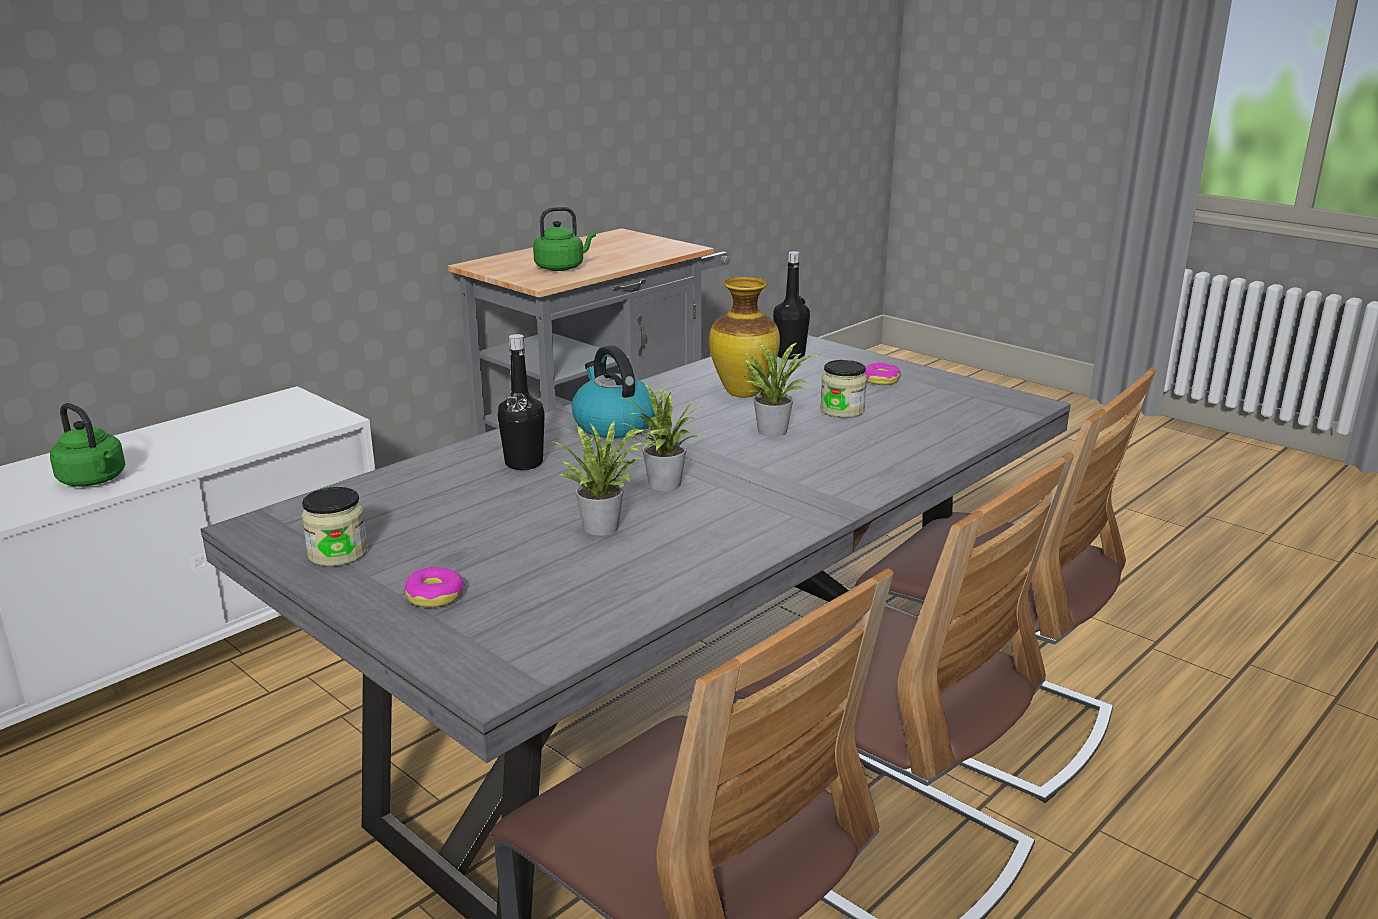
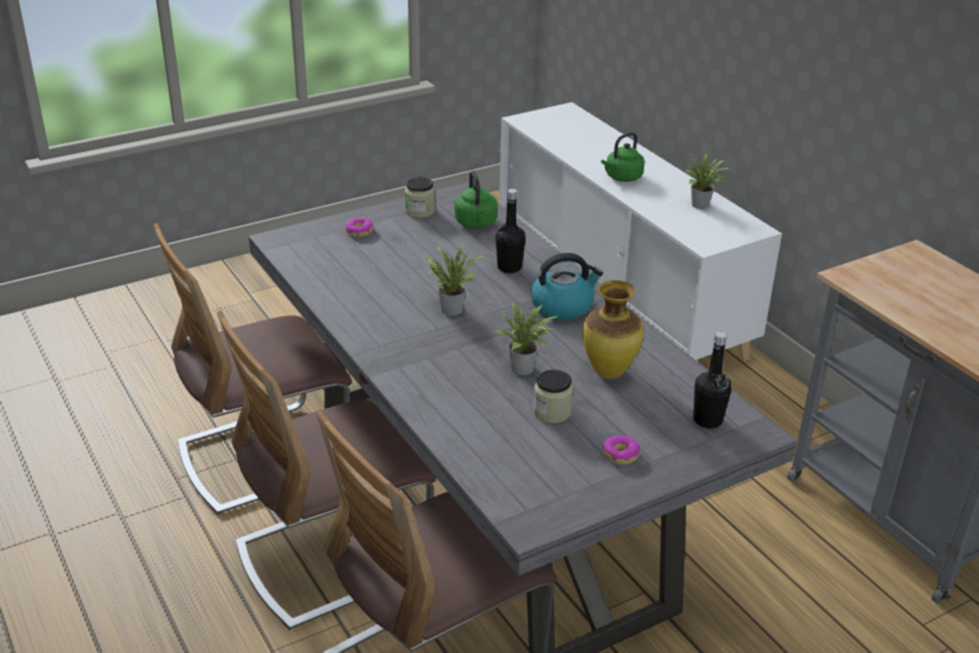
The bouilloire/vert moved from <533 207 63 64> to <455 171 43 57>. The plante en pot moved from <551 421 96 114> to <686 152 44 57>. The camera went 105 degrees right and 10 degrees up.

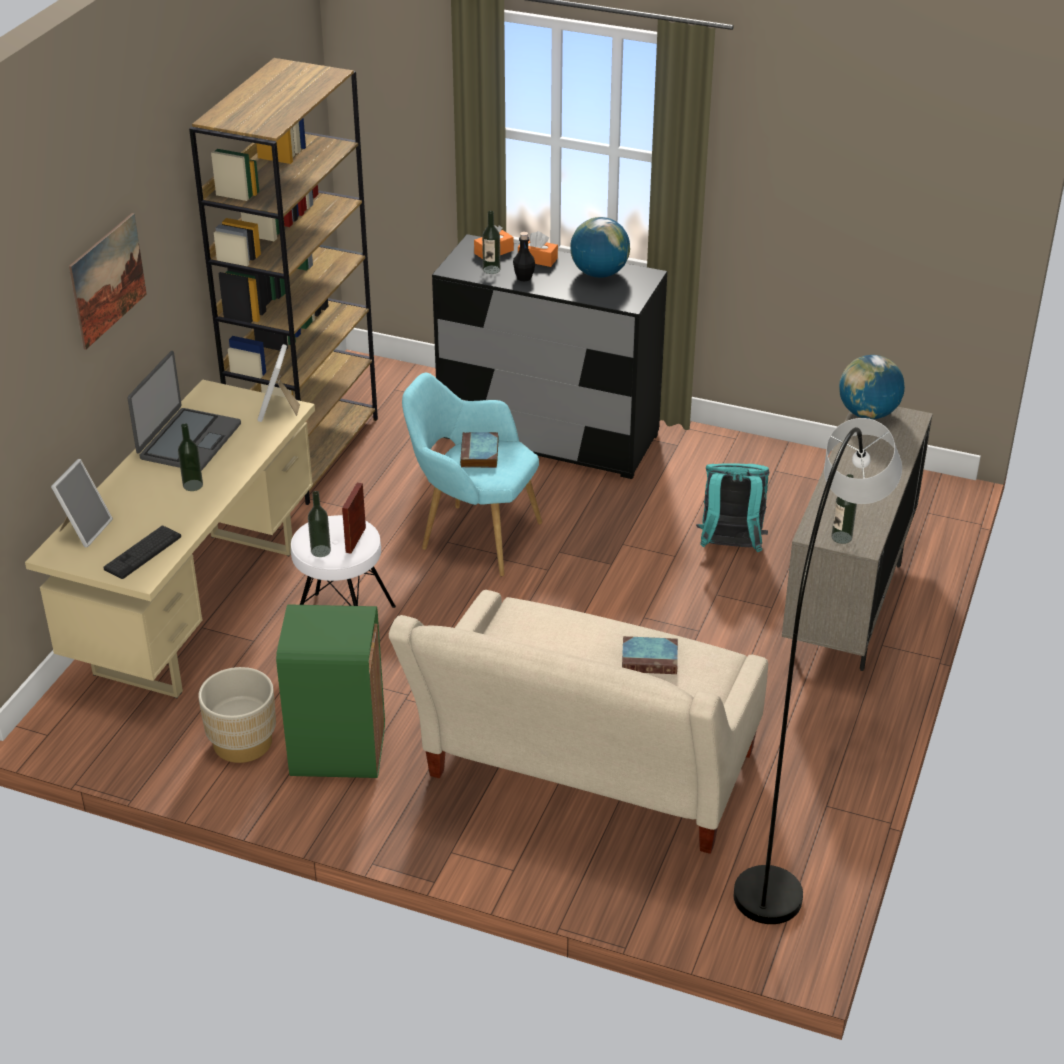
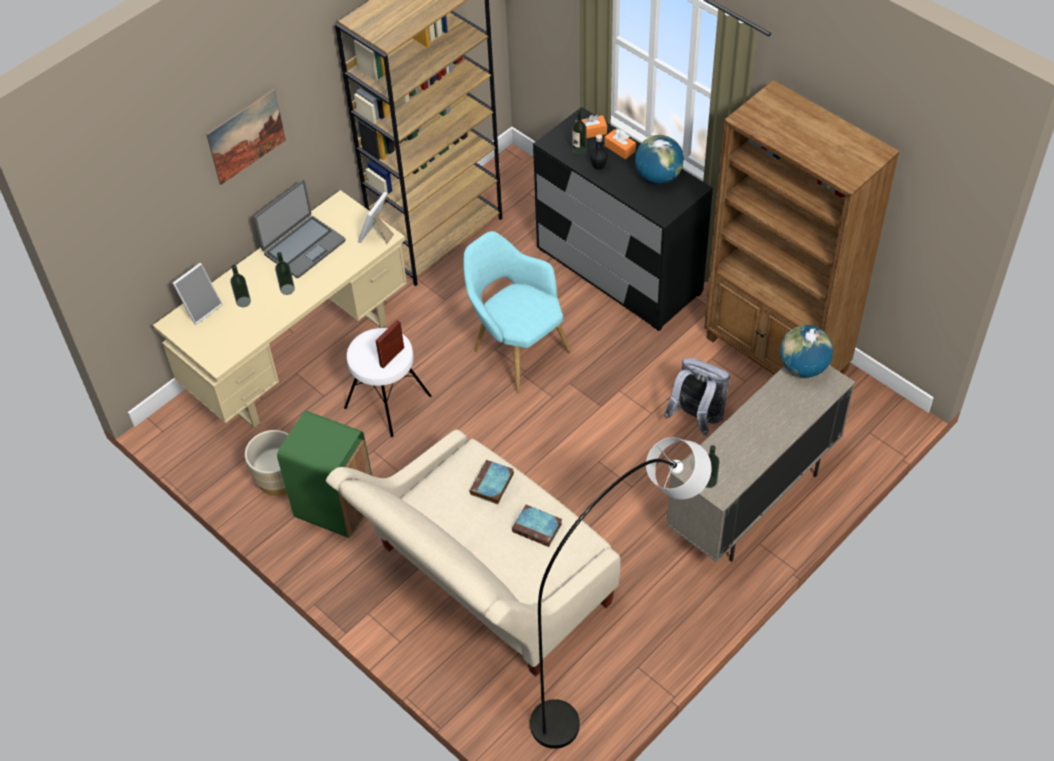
The clavier at <104 525 77 54> disappeared. The bibliothèque/marron at <704 80 196 295> appeared. The bouteille moved from <308 491 23 66> to <231 265 20 42>. The livre moved from <460 432 39 36> to <470 460 44 44>. The sac à dos/turquoise at <696 463 73 89> became the sac à dos/gris at <664 358 66 78>. The camera went 25 degrees right and 15 degrees up.

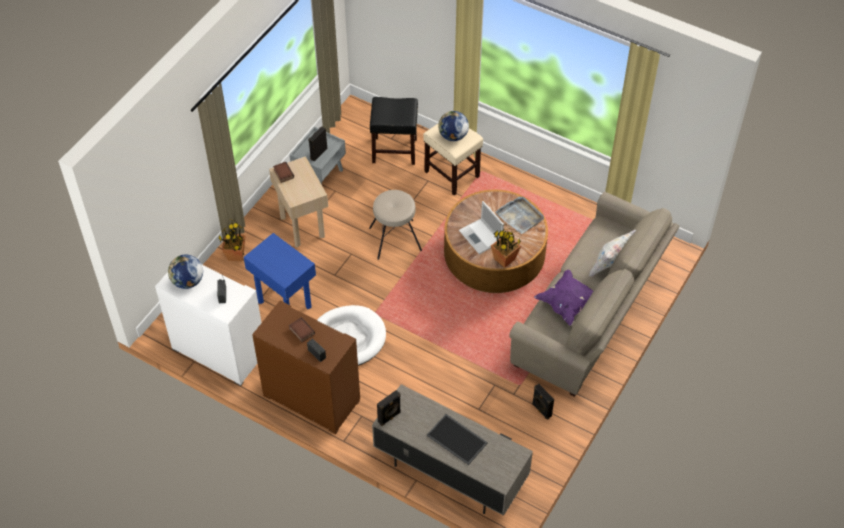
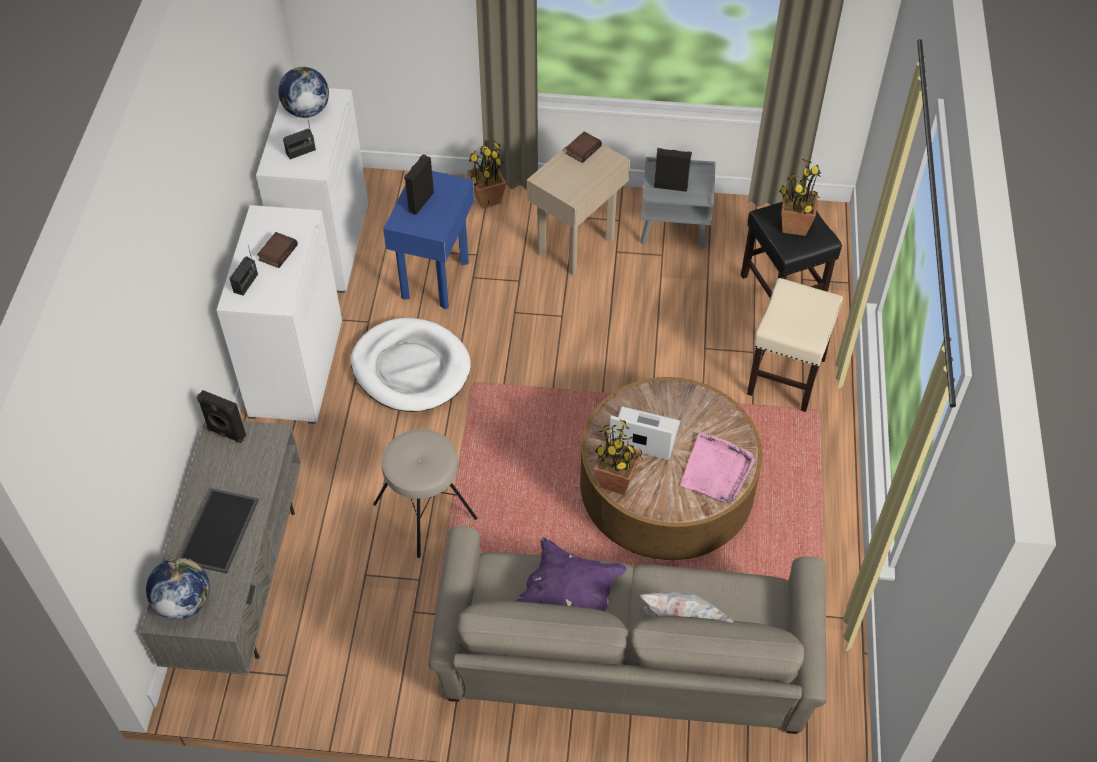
The plante en pot at <779 159 42 77> appeared. The tabouret/beige moved from <369 190 53 70> to <373 429 104 129>. The globe moved from <438 111 31 30> to <146 557 64 63>. The enceinte/noir moved from <532 384 22 36> to <404 154 30 61>. The meuble de rangement/marron at <252 301 108 133> became the meuble de rangement/blanc at <217 205 125 219>. The plateau/gris at <496 196 48 38> became the plateau/rose at <681 432 74 71>. The ordinateur portable at <459 201 45 53> turned 75 degrees clockwise. The camera went 65 degrees right and 0 degrees up.

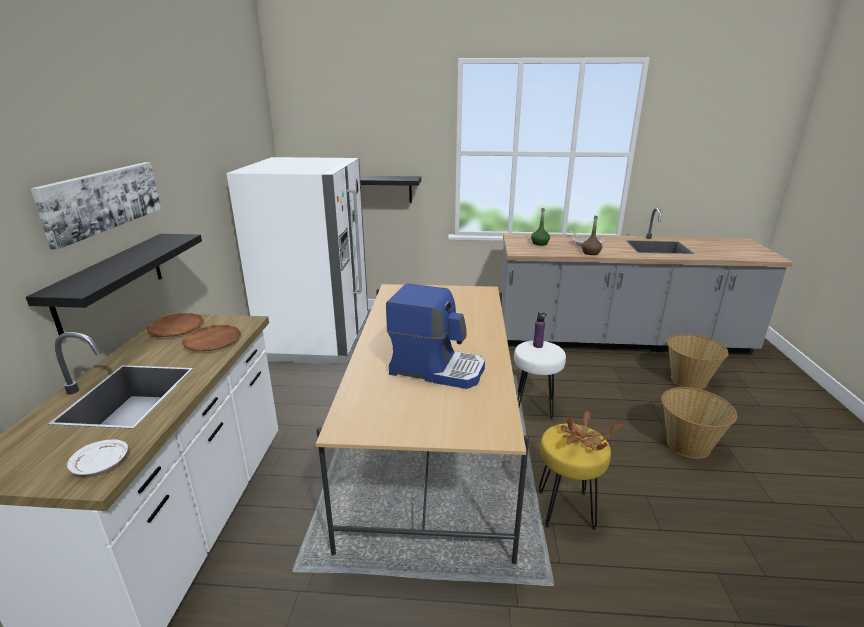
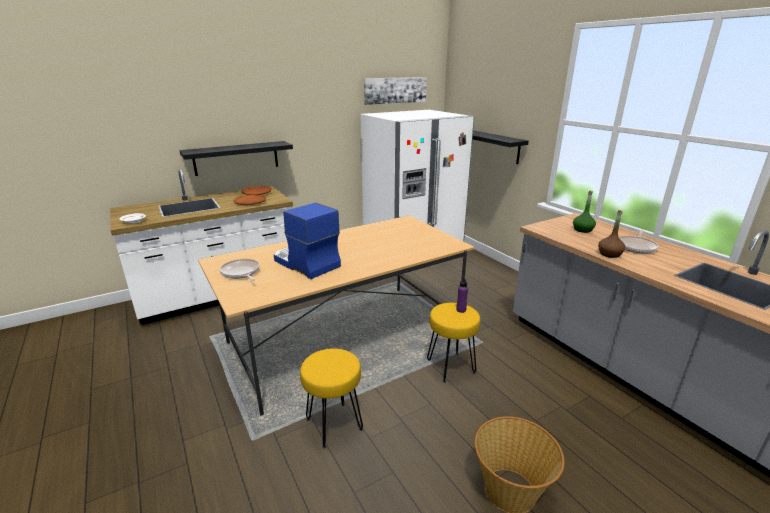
The plante en pot at <560 411 63 40> disappeared. The panier at <667 334 62 55> disappeared. The poêle at <220 259 40 22> appeared. The tableau moved from <30 162 131 88> to <364 77 63 28>. The tabouret/blanc at <514 341 52 78> became the tabouret/jaune at <427 303 53 80>. The machine à café at <386 283 99 106> turned 150 degrees clockwise. The camera went 55 degrees right and 0 degrees up.

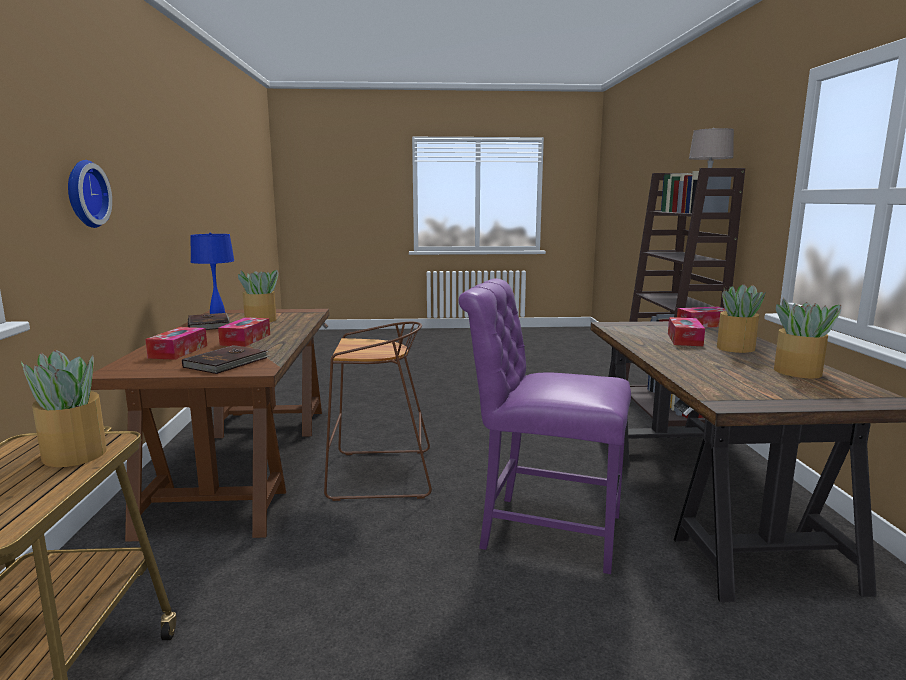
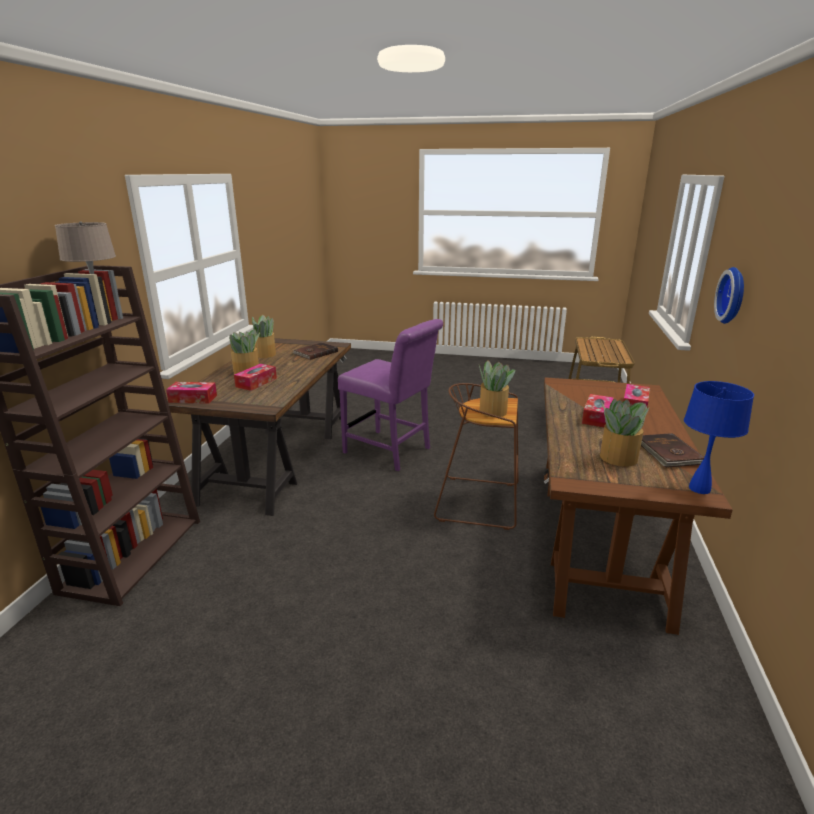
The plante en pot moved from <21 350 86 117> to <479 361 36 56>. The livre/marron moved from <182 345 87 29> to <292 342 46 18>. The camera went 165 degrees left and 10 degrees up.

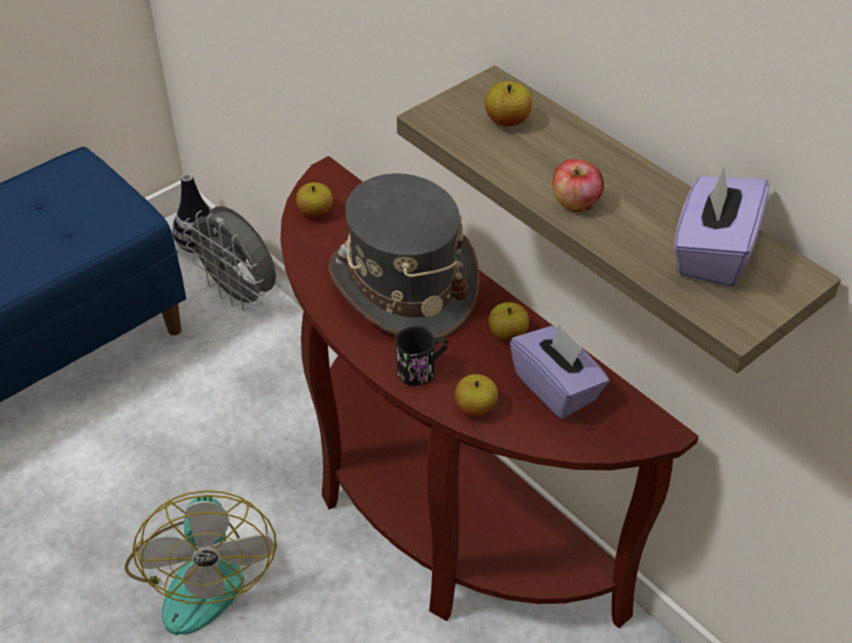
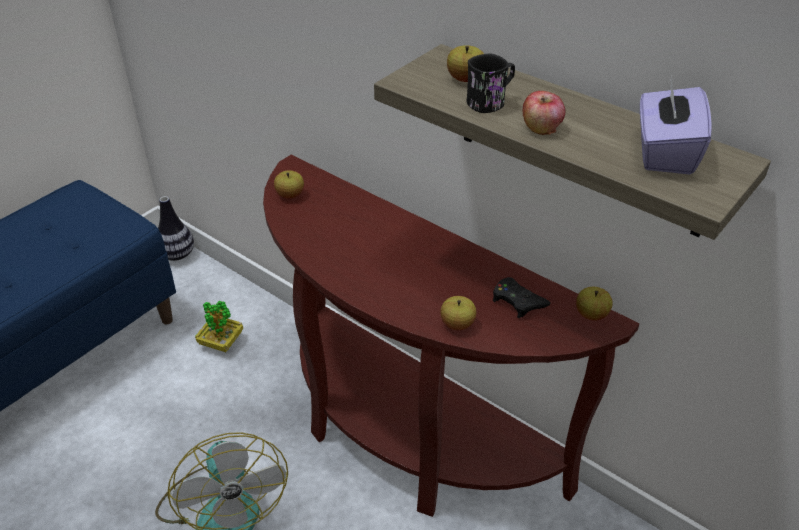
The ventilateur/gris at <183 206 93 105> disappeared. The chapeau/gris at <328 173 151 165> disappeared. The plante en pot at <195 301 48 51> appeared. The mug/noir moved from <395 326 52 60> to <466 54 49 59>. The pomme moved from <488 302 41 40> to <576 287 36 34>. The boîte à mouchoirs/violet at <510 324 99 95> was replaced by the manette/noir at <493 277 57 41>. The camera went 10 degrees left and 5 degrees down.

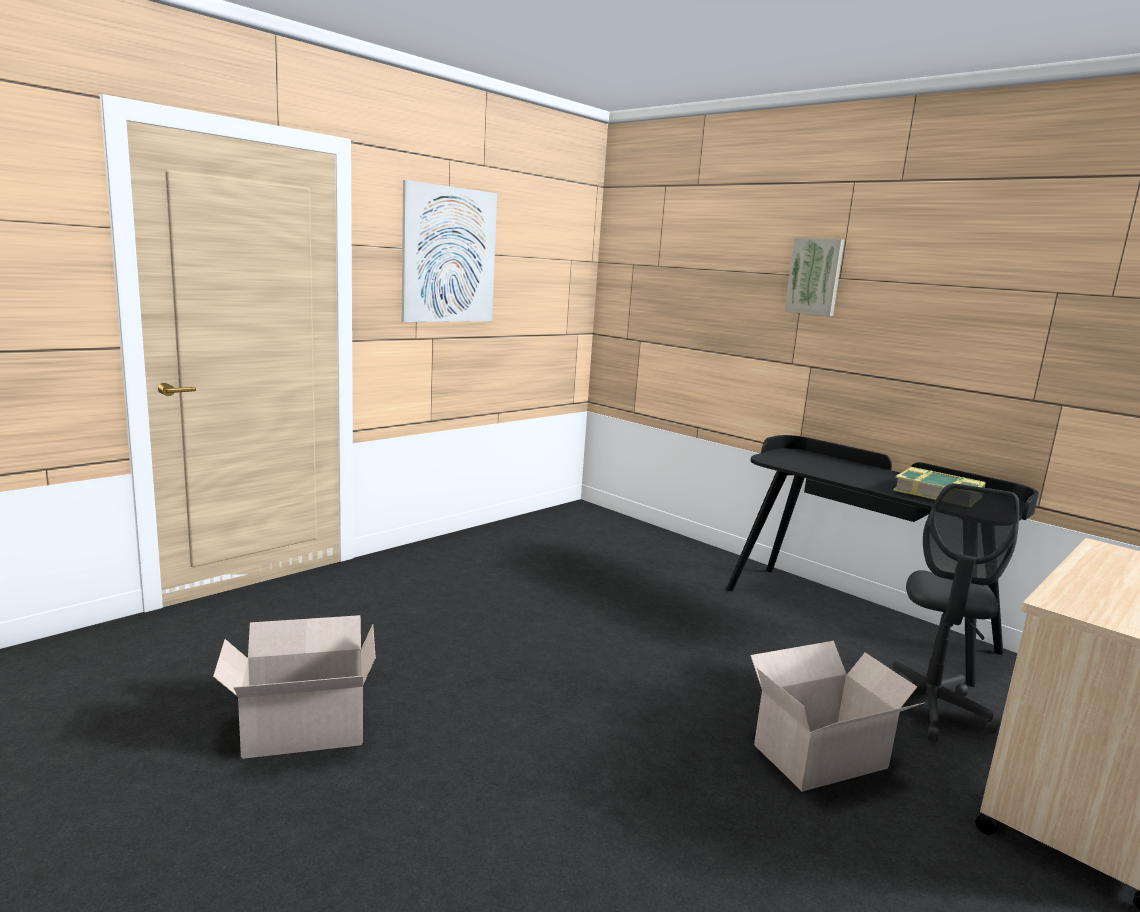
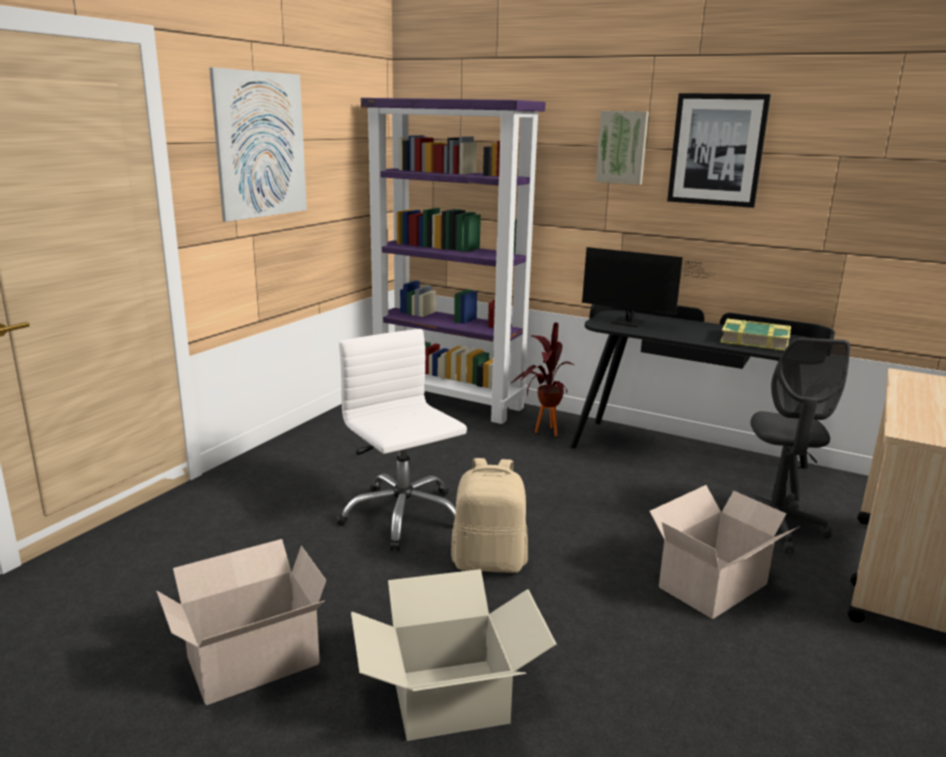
The chaise de bureau/blanc at <336 329 131 222> appeared. The carton at <351 569 206 172> appeared. The bibliothèque/violet at <361 98 185 326> appeared. The sac à dos/beige at <451 458 77 115> appeared. The plante en pot at <511 322 63 114> appeared. The écran d'ordinateur at <582 247 133 80> appeared. The tableau at <667 93 104 115> appeared. The camera went 15 degrees left and 5 degrees up.

